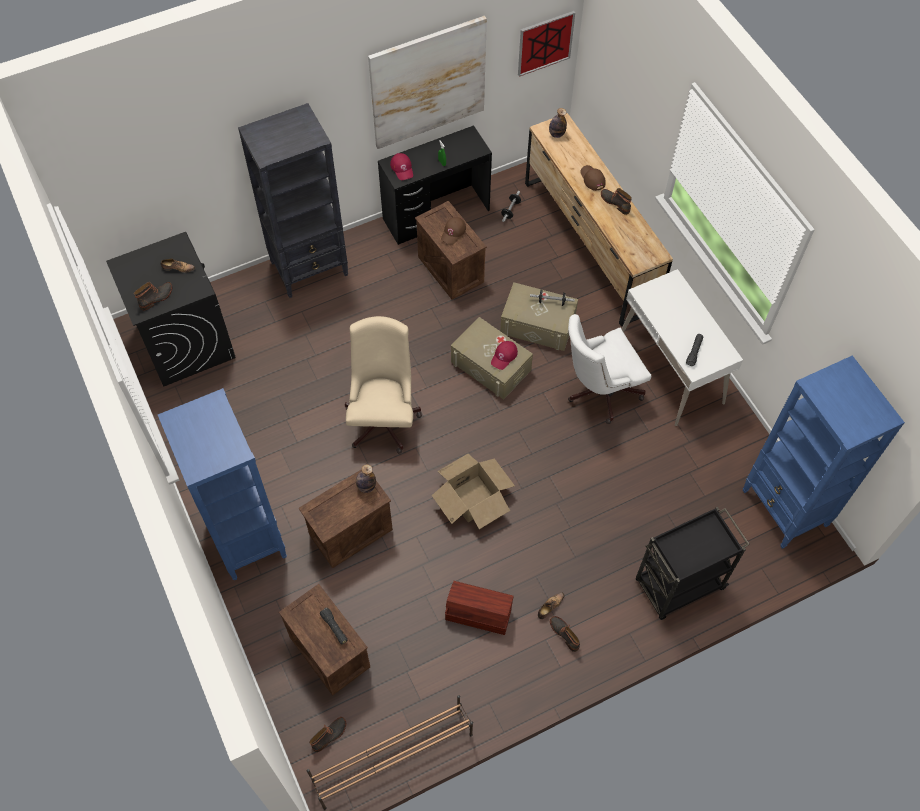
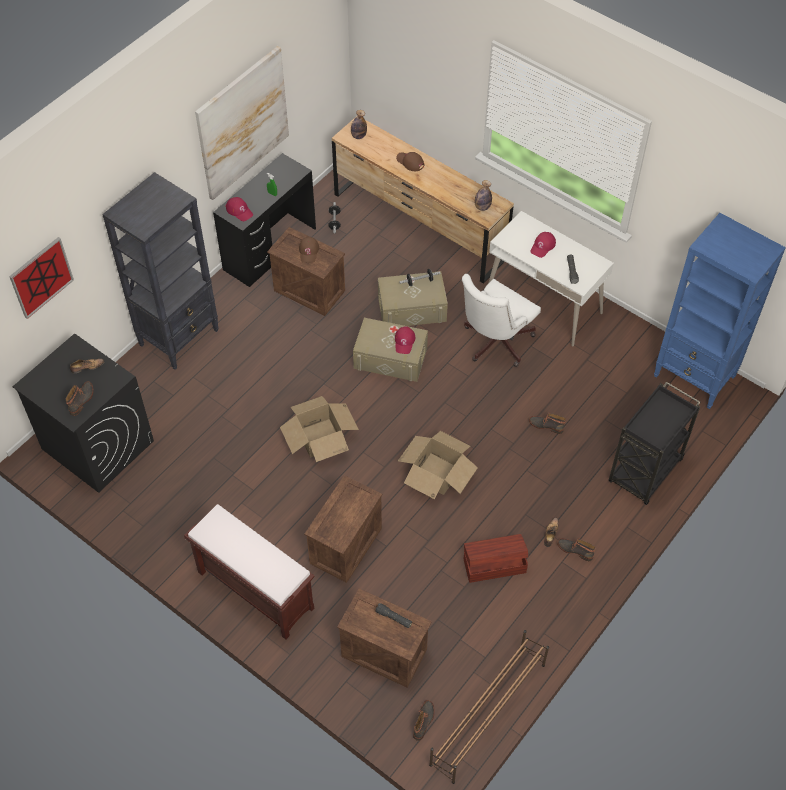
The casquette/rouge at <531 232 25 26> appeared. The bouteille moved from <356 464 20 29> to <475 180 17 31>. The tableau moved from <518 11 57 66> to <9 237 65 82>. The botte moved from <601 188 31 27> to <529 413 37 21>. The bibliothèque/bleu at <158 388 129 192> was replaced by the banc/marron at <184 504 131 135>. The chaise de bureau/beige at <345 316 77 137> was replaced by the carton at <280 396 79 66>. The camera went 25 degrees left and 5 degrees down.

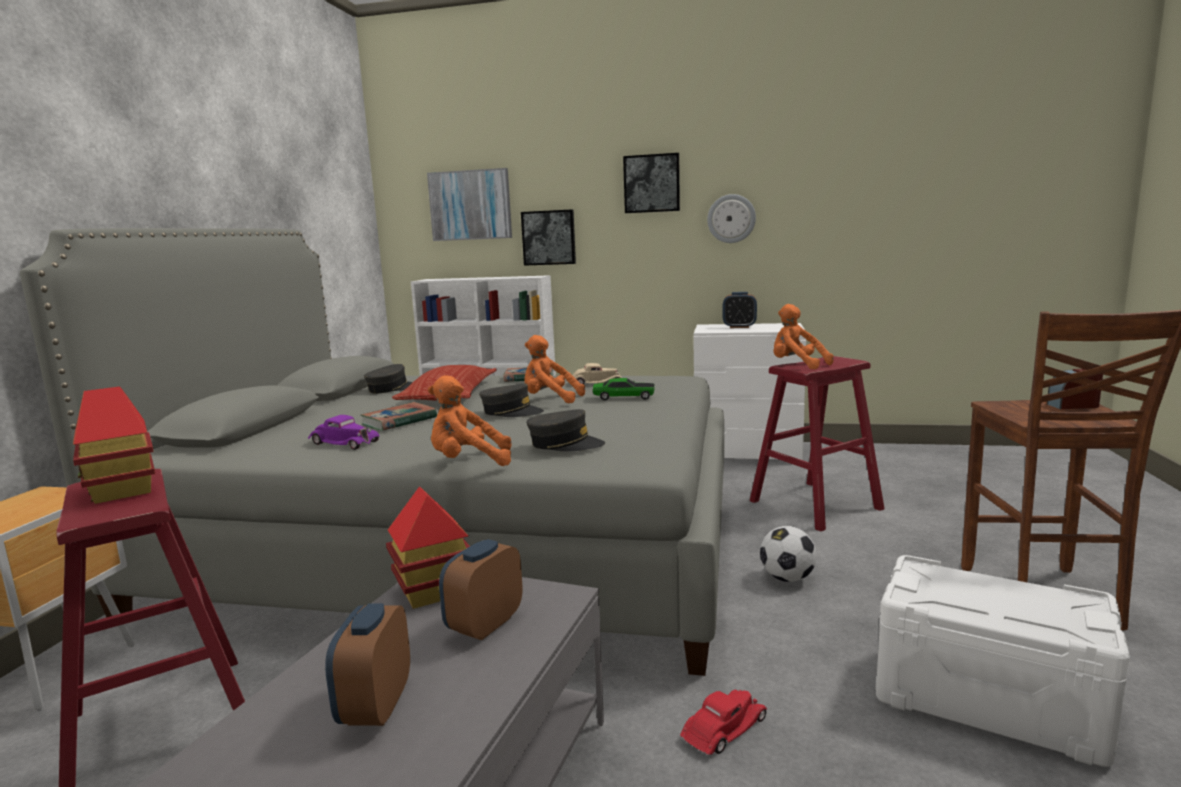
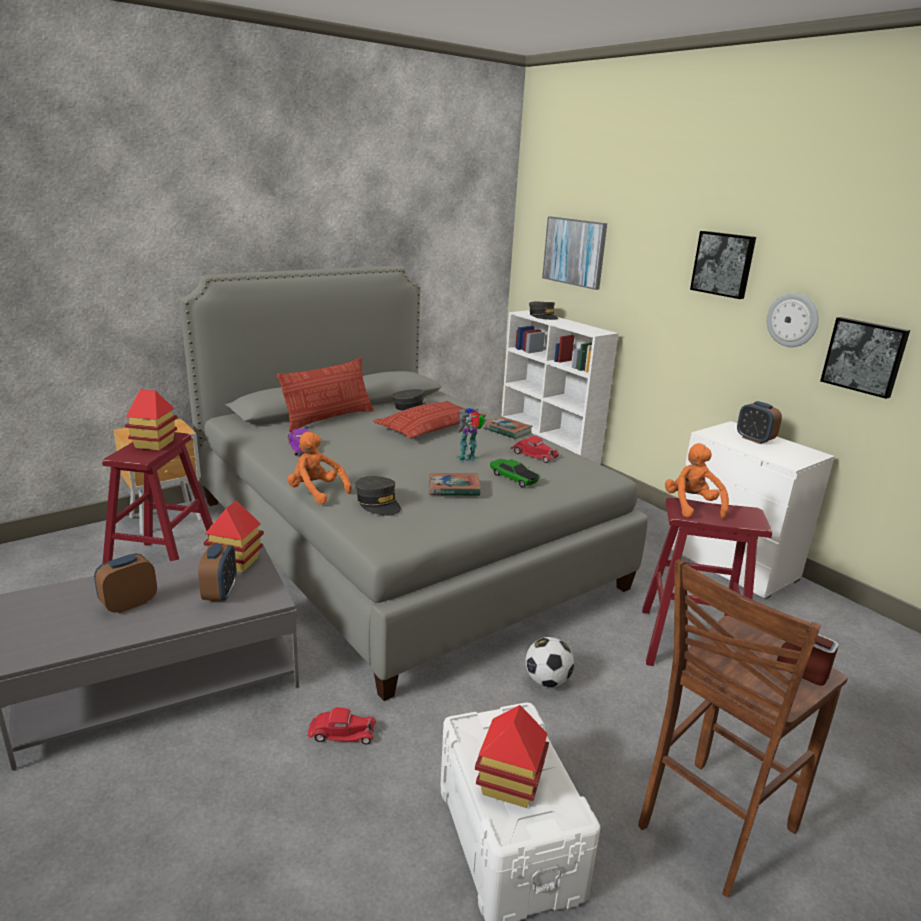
The coussin at <277 358 97 74> appeared. The maison miniature at <475 705 74 103> appeared. The livre moved from <361 402 76 29> to <429 473 52 23>. The casquette/gris moved from <479 384 65 33> to <529 302 29 18>. The tableau moved from <521 209 55 57> to <820 317 90 82>. The peluche/orange at <524 335 61 68> was replaced by the robot jouet at <456 408 30 55>. The petite voiture/beige at <573 363 49 21> became the petite voiture/rouge at <510 436 49 27>. The réveil at <439 539 83 101> turned 105 degrees clockwise. The camera went 40 degrees right and 10 degrees up.

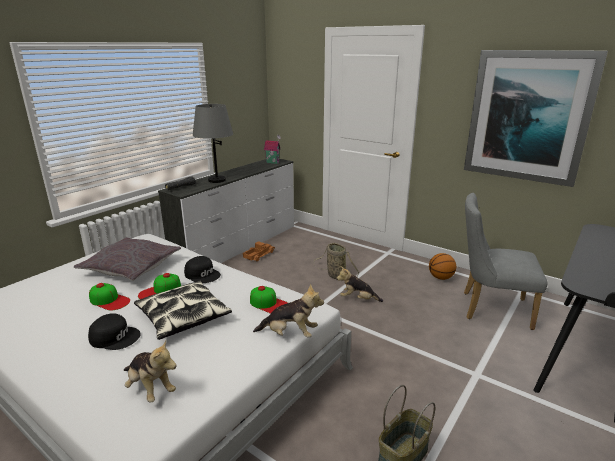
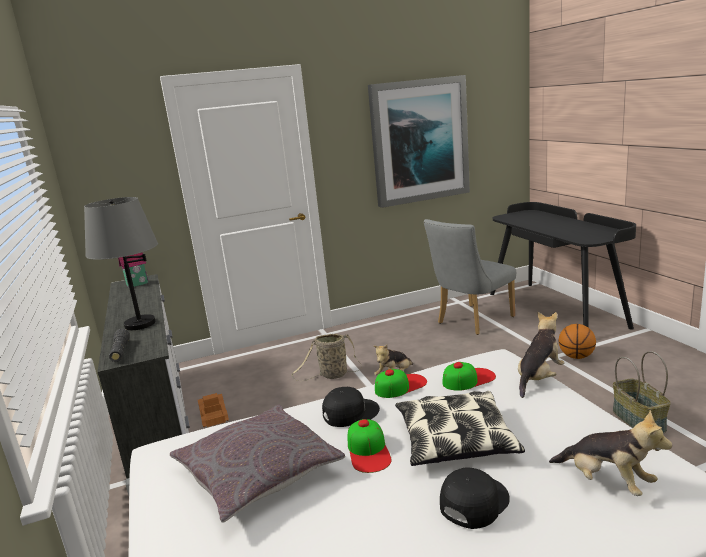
The casquette moved from <89 283 41 27> to <375 369 52 29>. The ballon de basket moved from <429 253 27 27> to <559 324 37 35>. The peluche at <124 341 53 62> turned 60 degrees clockwise. The camera went 55 degrees left and 5 degrees down.

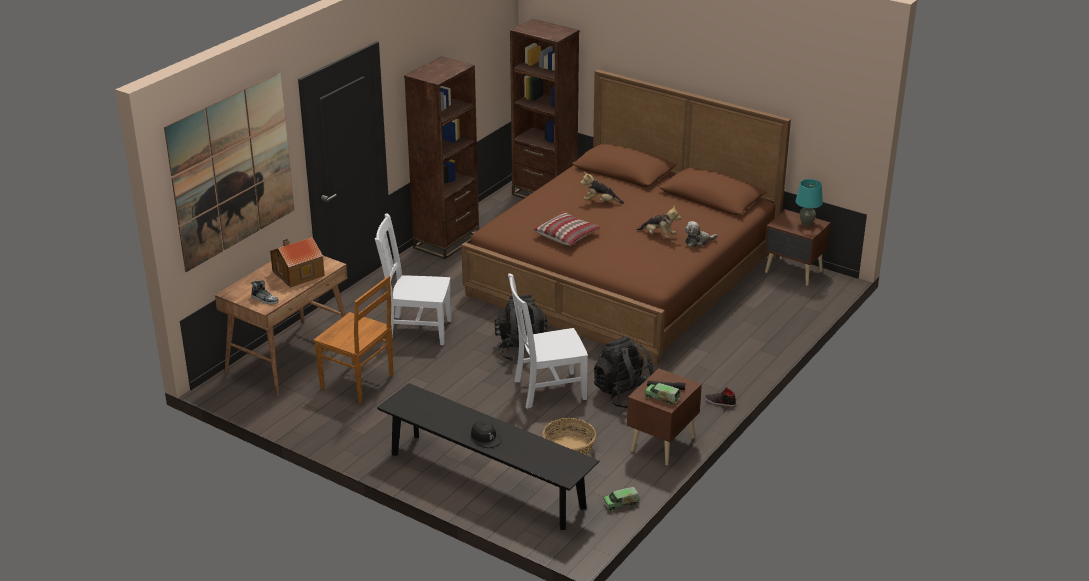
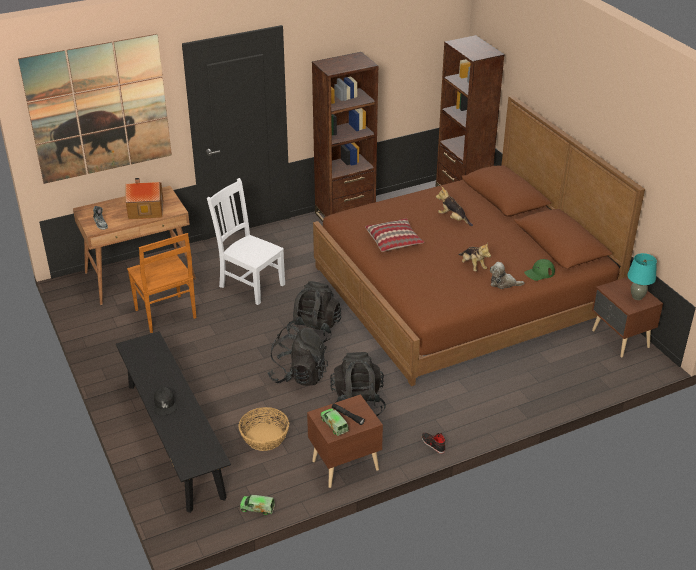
The casquette/vert at <524 259 31 22> appeared. The chaise/blanc at <508 273 80 136> was replaced by the sac à dos/noir at <267 325 61 61>. The camera went 30 degrees right and 5 degrees up.

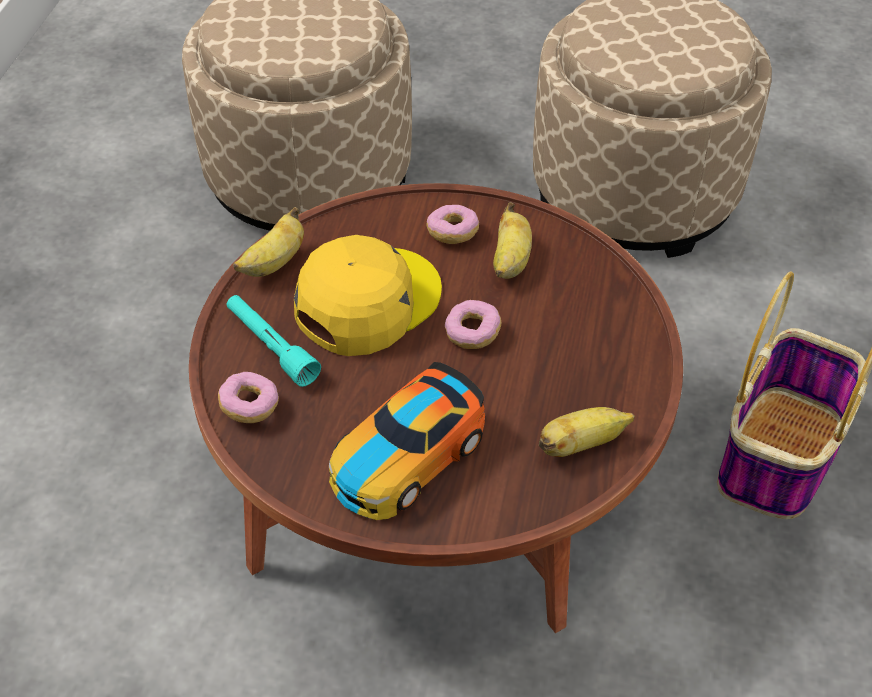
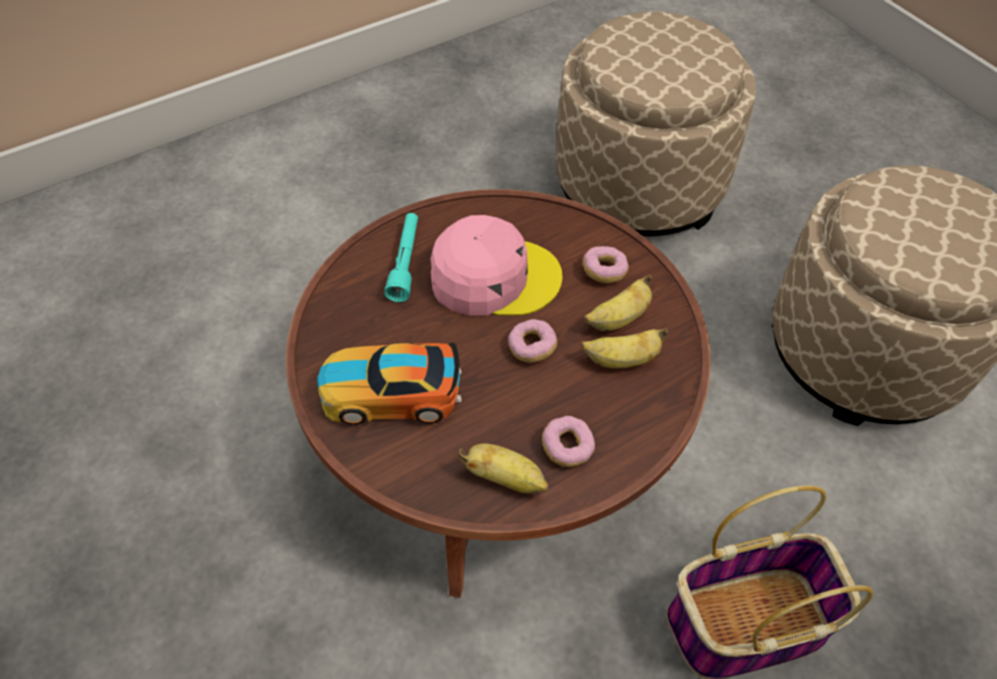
The beignet moved from <218 372 61 51> to <542 416 53 51>. The banane moved from <233 207 71 70> to <581 328 87 40>. The casquette/jaune at <294 235 148 121> became the casquette/rose at <431 215 131 101>. The camera went 45 degrees right and 5 degrees up.

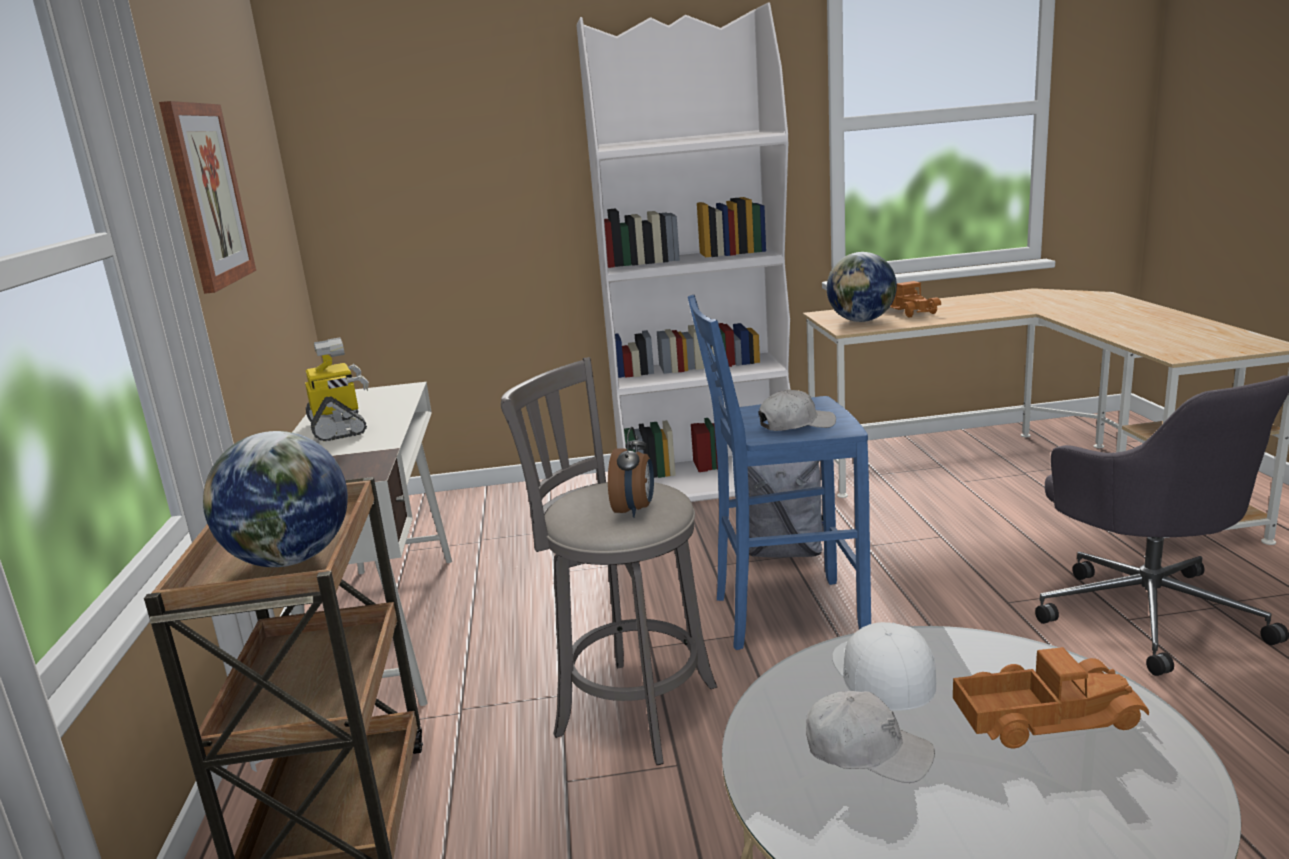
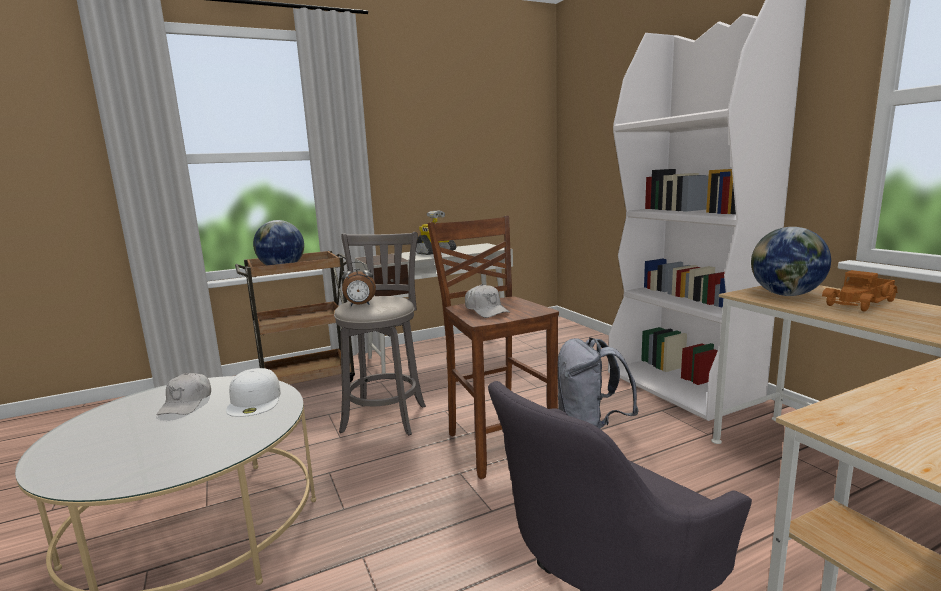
The tableau at <159 101 97 193> disappeared. The camion jouet at <953 647 196 101> disappeared. The tabouret/bleu at <688 295 183 355> became the tabouret/marron at <427 216 132 263>. The casquette/blanc at <832 622 104 89> turned 105 degrees clockwise. The camera went 70 degrees right and 5 degrees down.

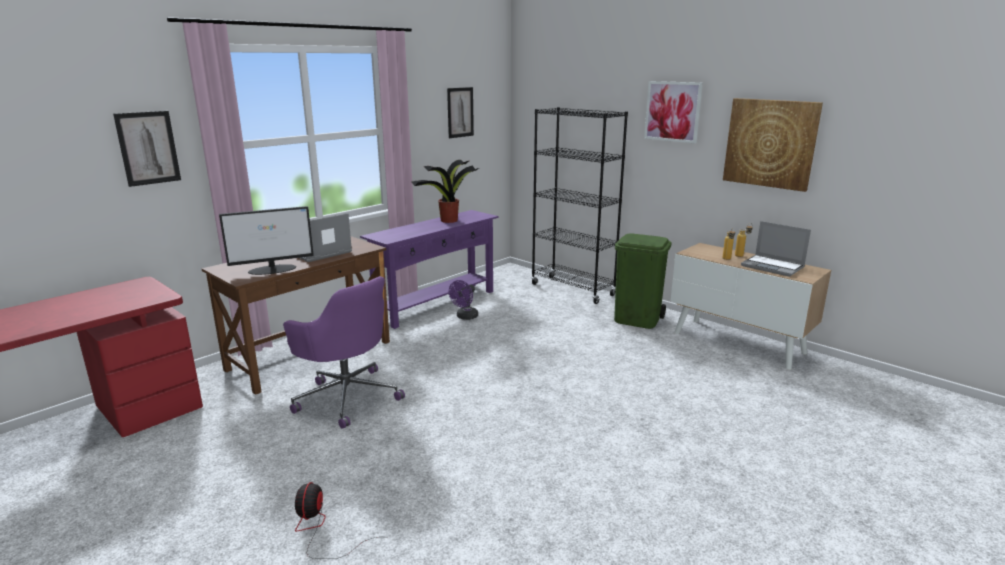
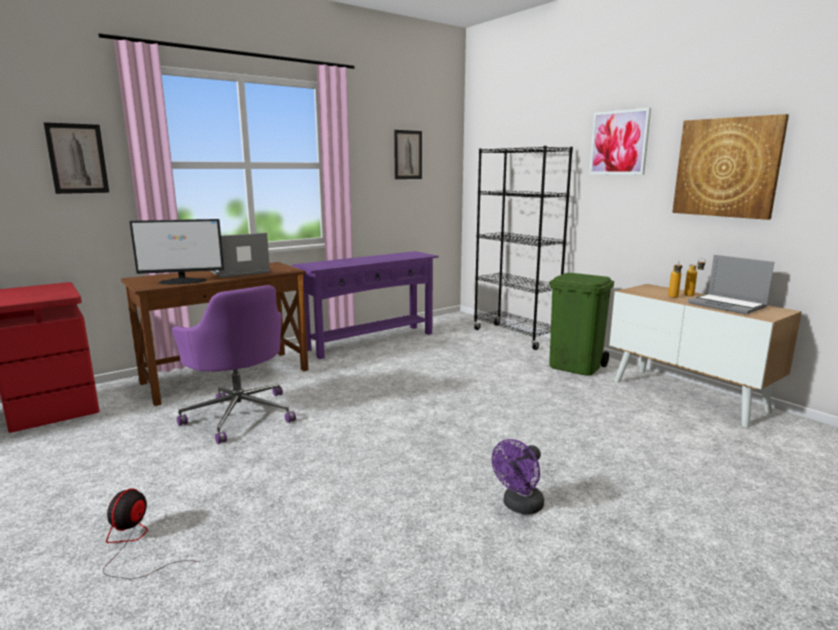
The plante en pot at <411 160 68 63> disappeared. The ventilateur/violet moved from <449 280 29 40> to <492 439 52 76>. The camera went 10 degrees right and 5 degrees down.

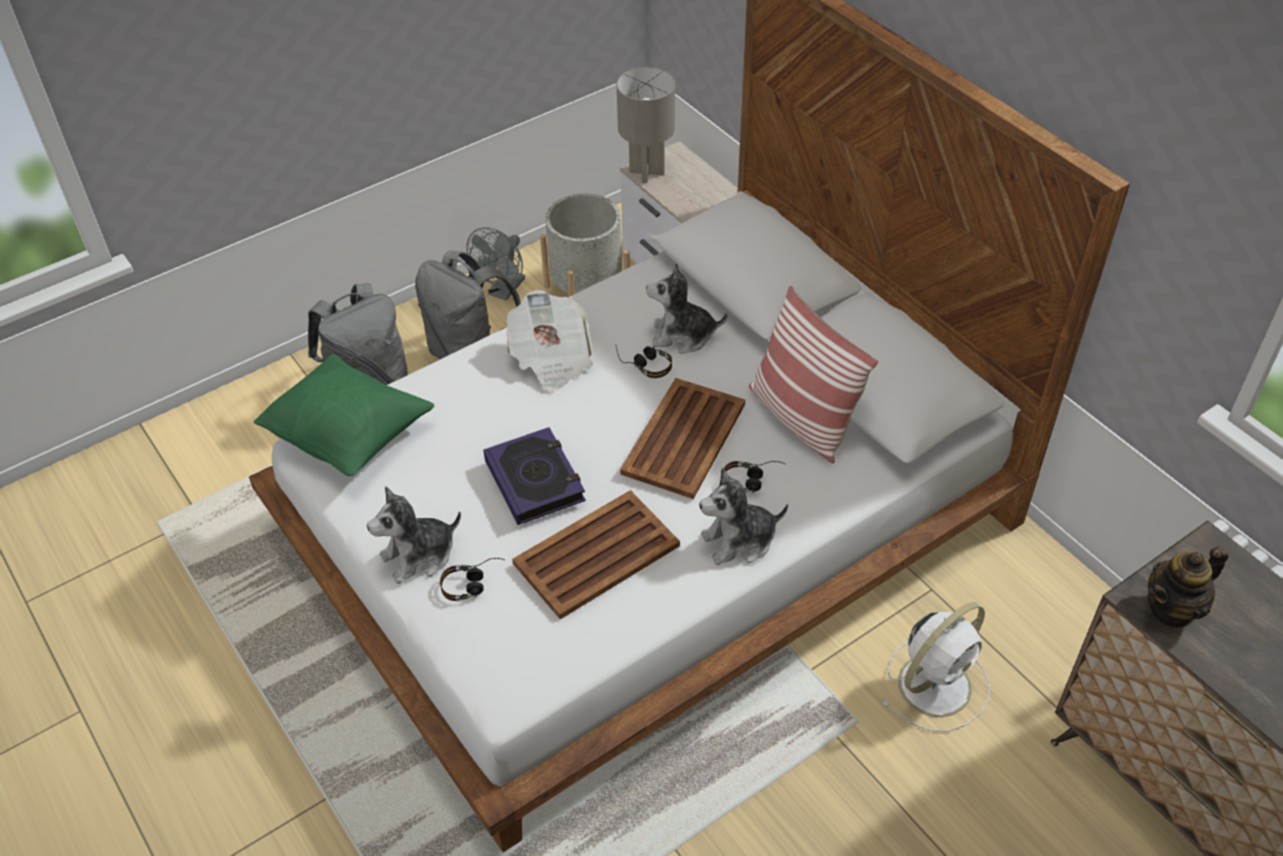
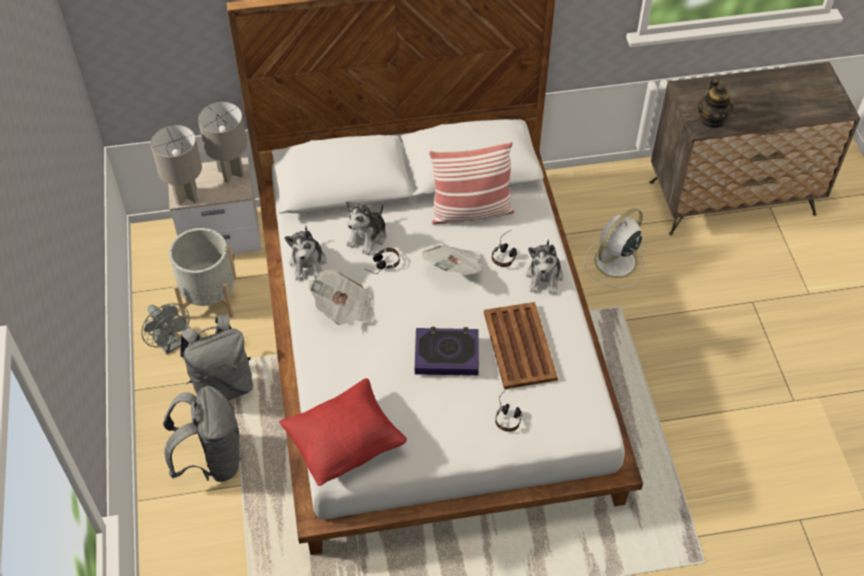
The lampe de table/gris at <198 102 49 81> appeared. The peluche moved from <367 486 94 98> to <285 226 42 54>. The plateau/marron at <620 378 125 121> was replaced by the journal at <422 244 61 31>. The coussin/vert at <254 354 180 122> became the coussin/rouge at <279 378 128 108>. The ventilateur/blanc at <882 602 108 130> turned 120 degrees counterclockwise. The camera went 65 degrees left and 5 degrees up.

